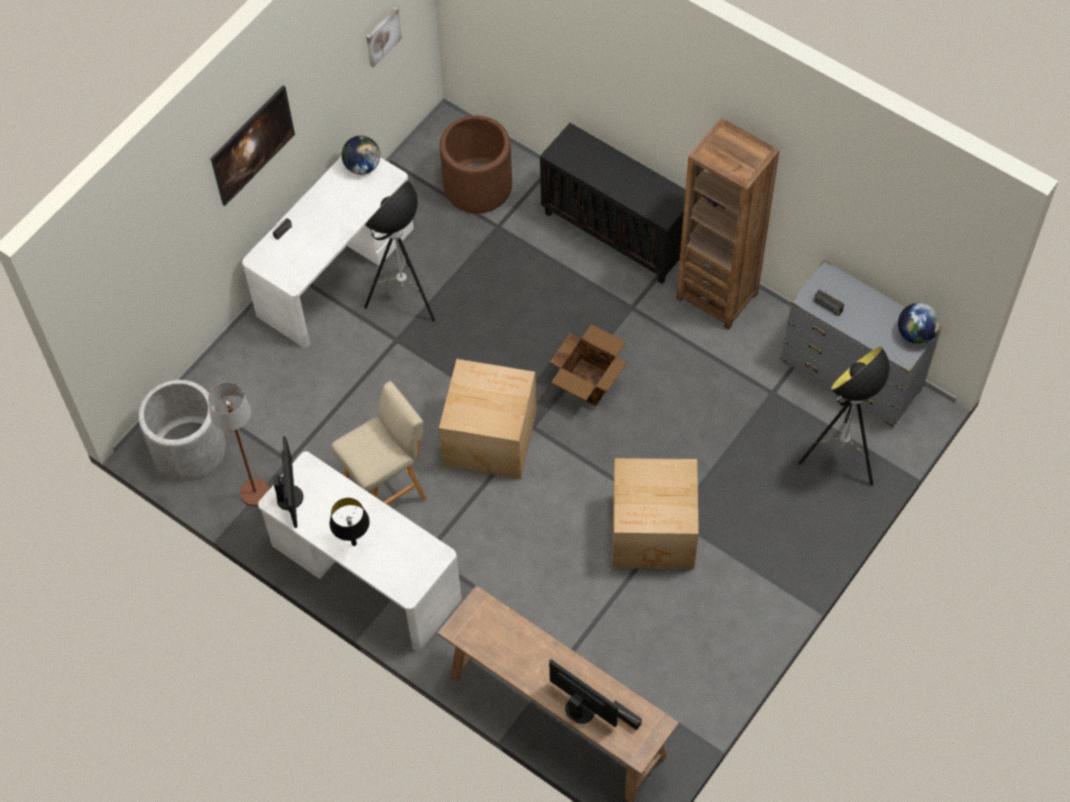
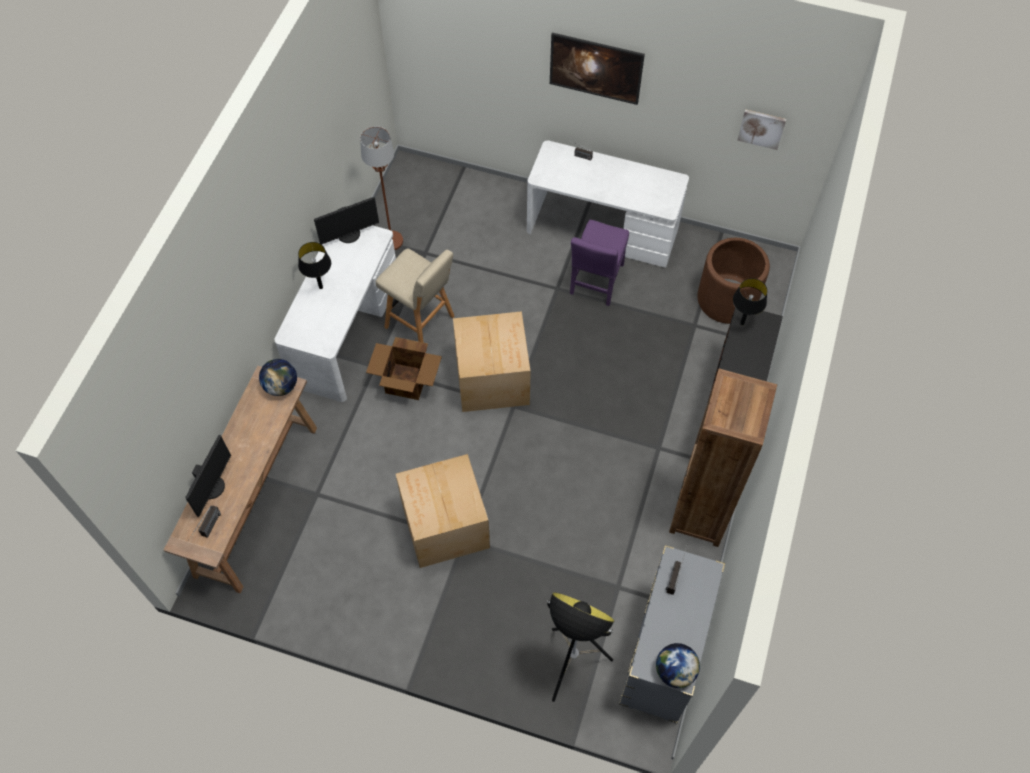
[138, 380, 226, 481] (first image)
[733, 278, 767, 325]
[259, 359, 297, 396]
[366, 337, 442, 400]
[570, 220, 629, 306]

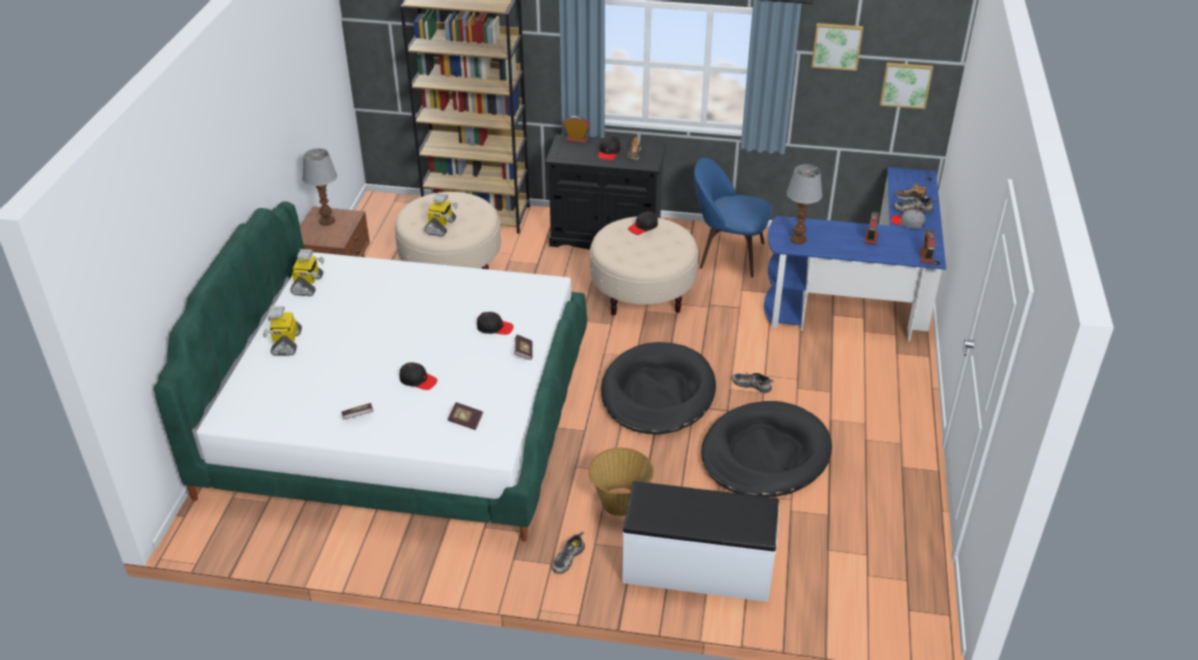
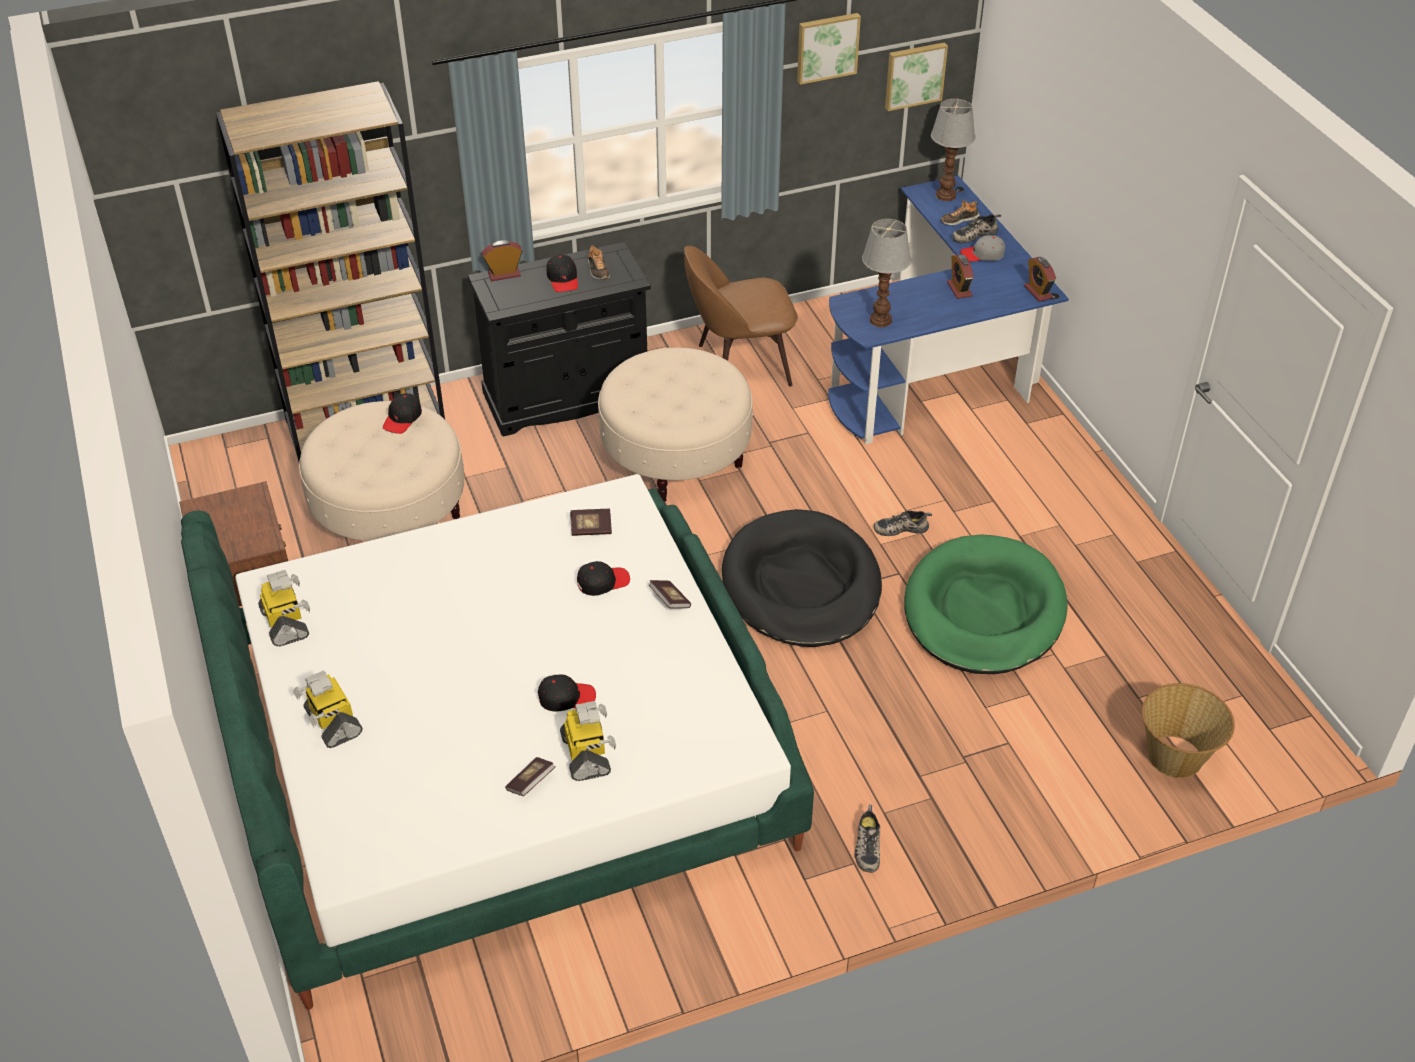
[622, 481, 779, 602] (first image)
[931, 99, 975, 201]
[560, 701, 616, 781]
[570, 509, 612, 536]
[1142, 683, 1235, 778]
[383, 393, 422, 434]
[684, 246, 798, 387]
[904, 534, 1068, 674]

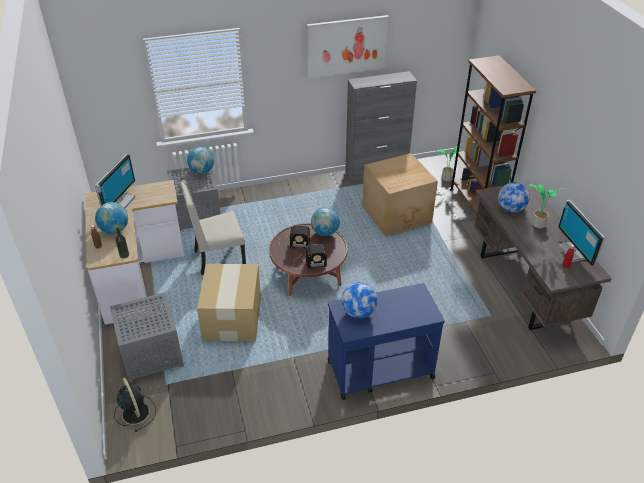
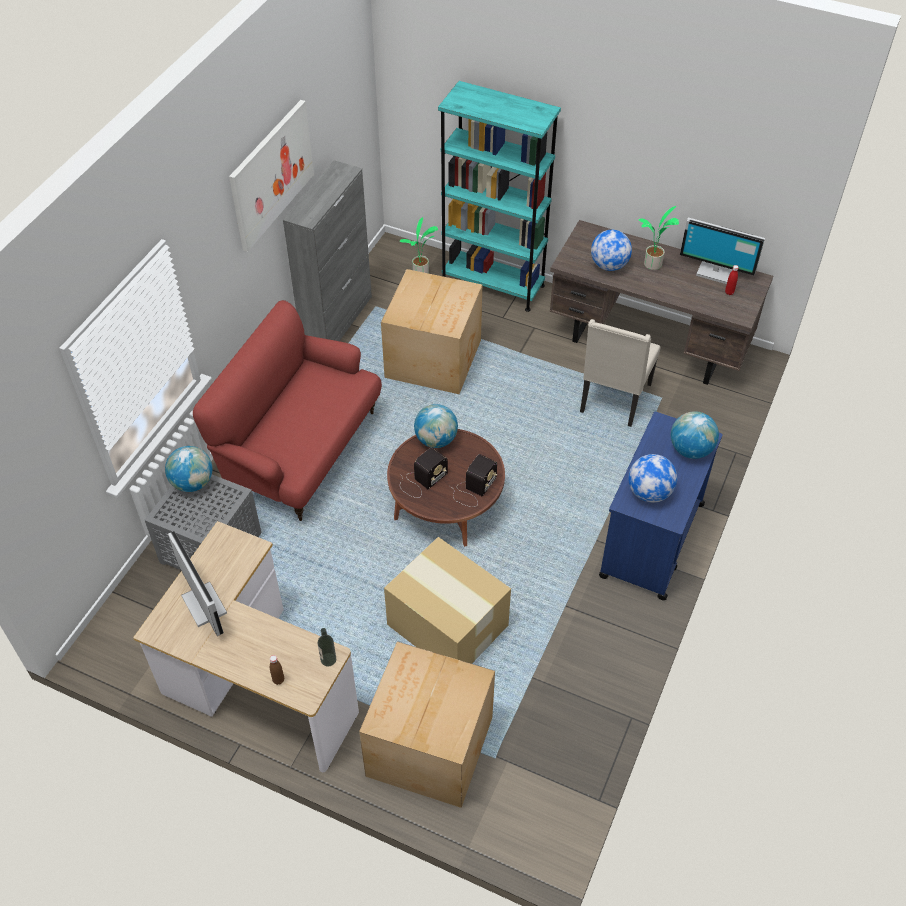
[114, 378, 156, 432] (first image)
[193, 300, 382, 521]
[671, 411, 719, 459]
[580, 319, 661, 427]
[359, 642, 495, 808]
[438, 81, 561, 312]

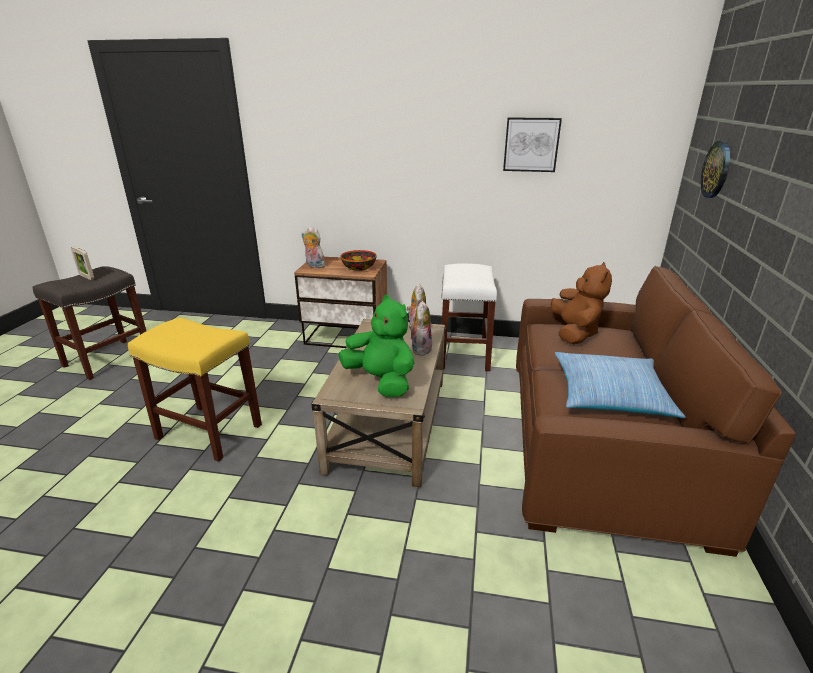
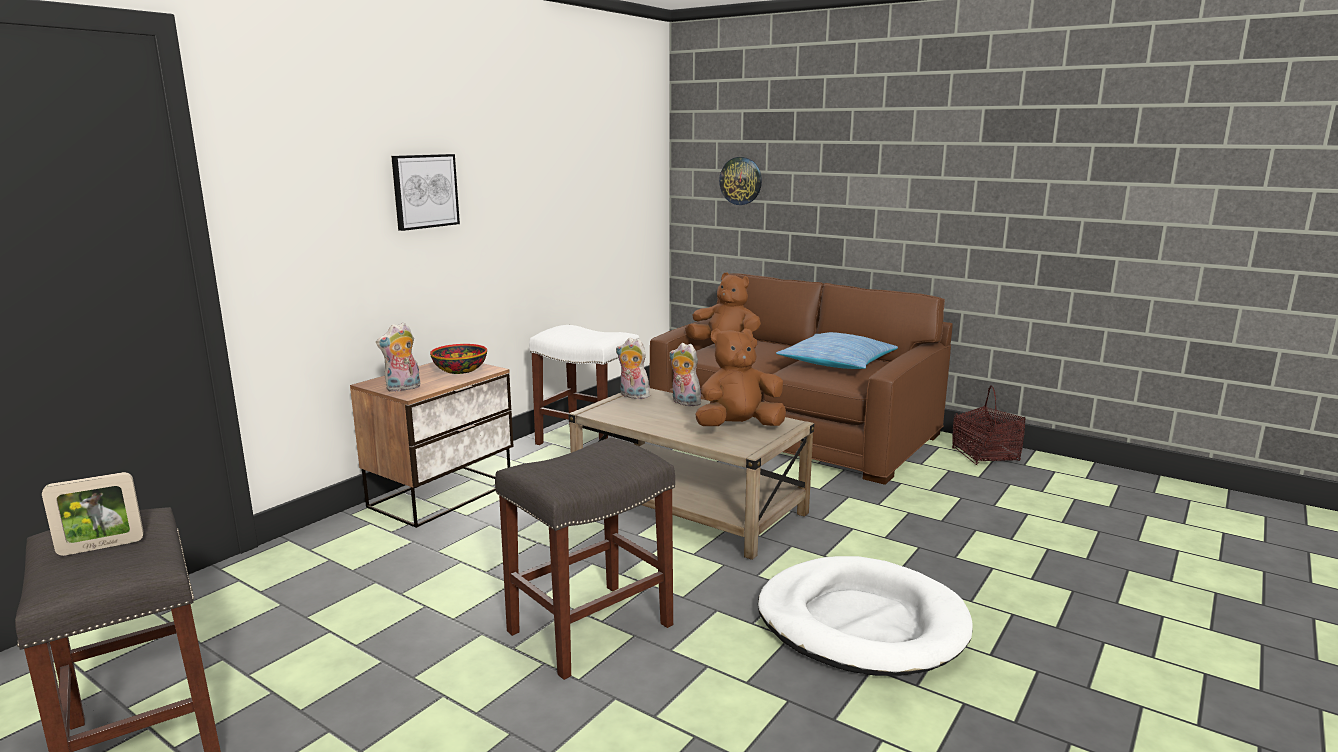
[758, 556, 973, 676]
[952, 386, 1025, 465]
[391, 154, 460, 231]
[495, 438, 675, 680]
[696, 328, 786, 426]

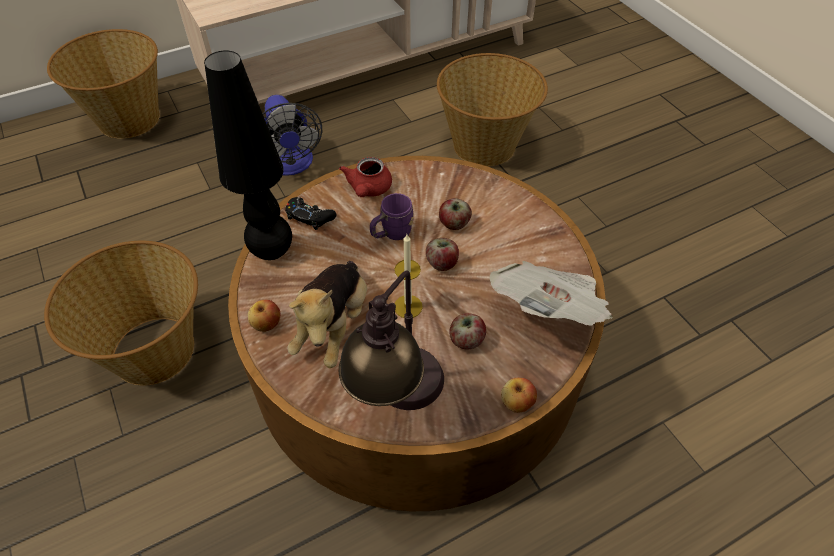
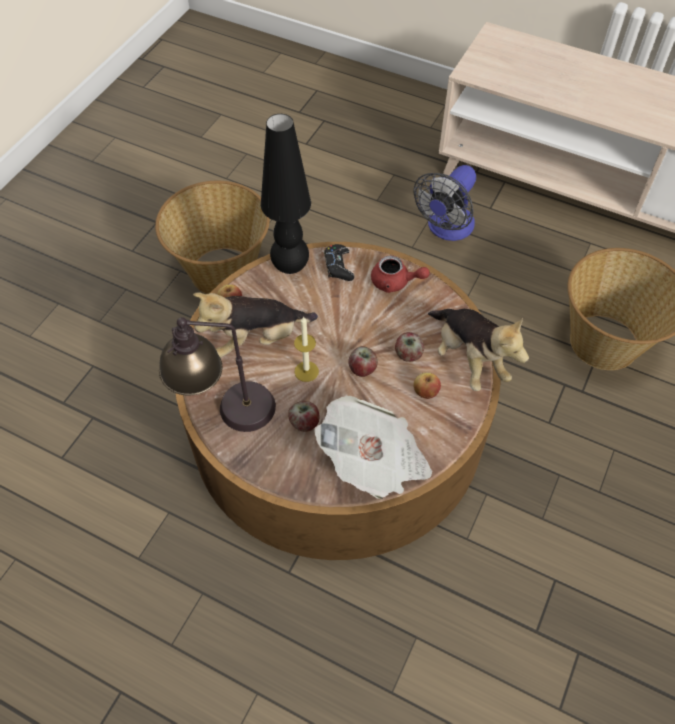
[47, 29, 160, 139] (first image)
[370, 193, 414, 240] (first image)
[428, 309, 529, 391]
[413, 372, 441, 399]
[371, 256, 430, 293]

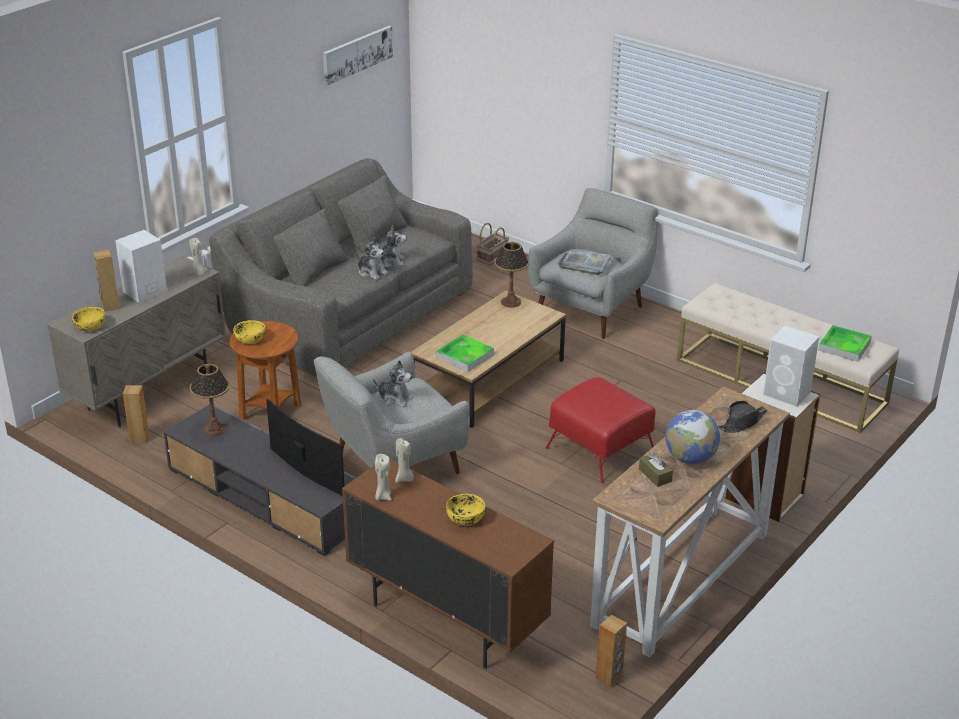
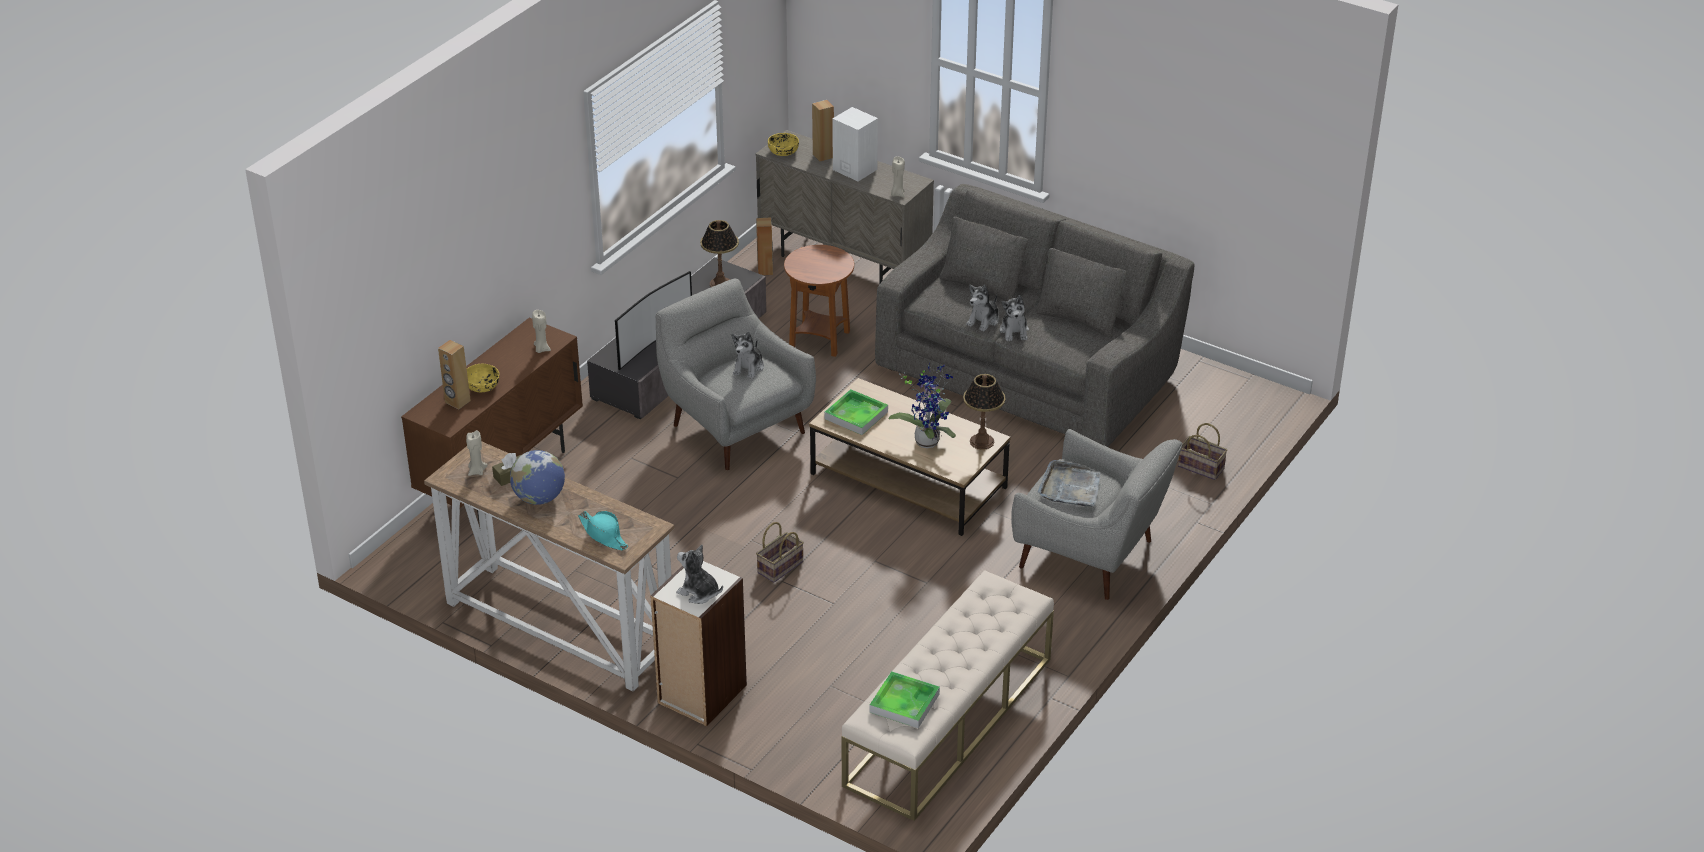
[233, 320, 265, 344] (first image)
[323, 26, 393, 85] (first image)
[889, 363, 956, 448]
[466, 430, 488, 476]
[438, 340, 471, 409]
[756, 522, 804, 582]
[676, 545, 723, 604]
[578, 511, 628, 550]

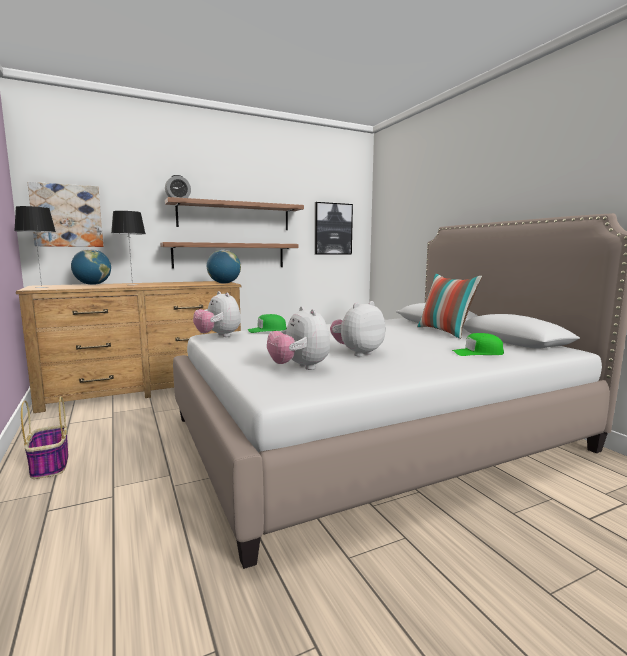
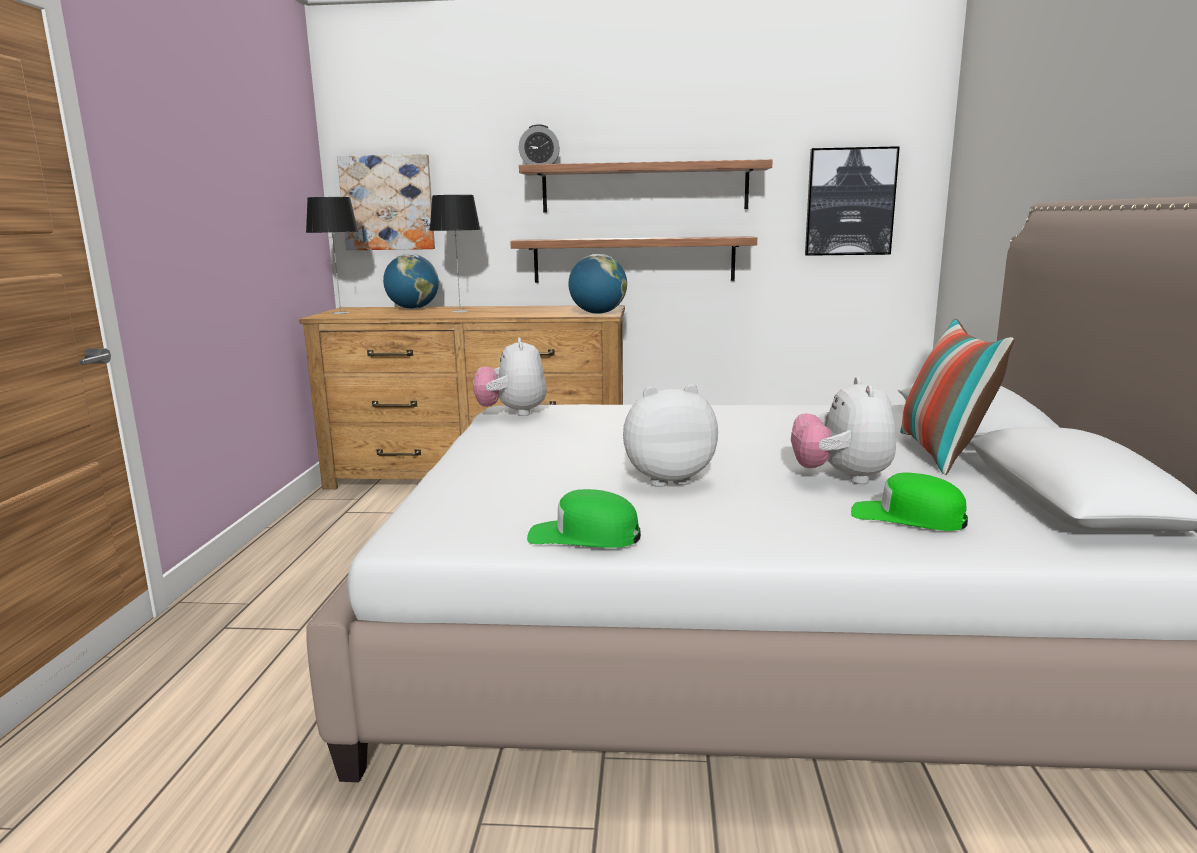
[21, 396, 68, 479] (first image)
[527, 489, 641, 548]
[791, 377, 896, 484]

